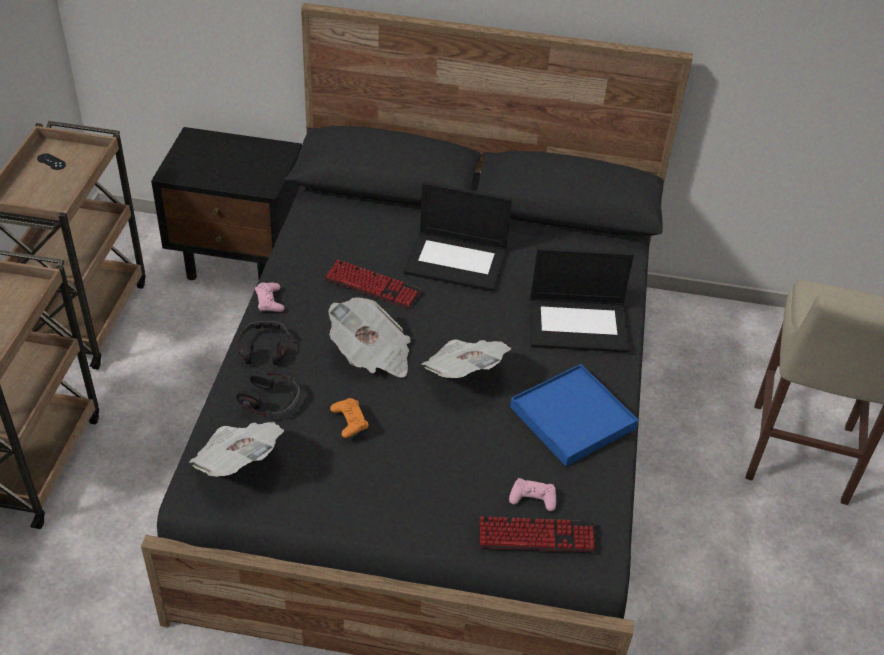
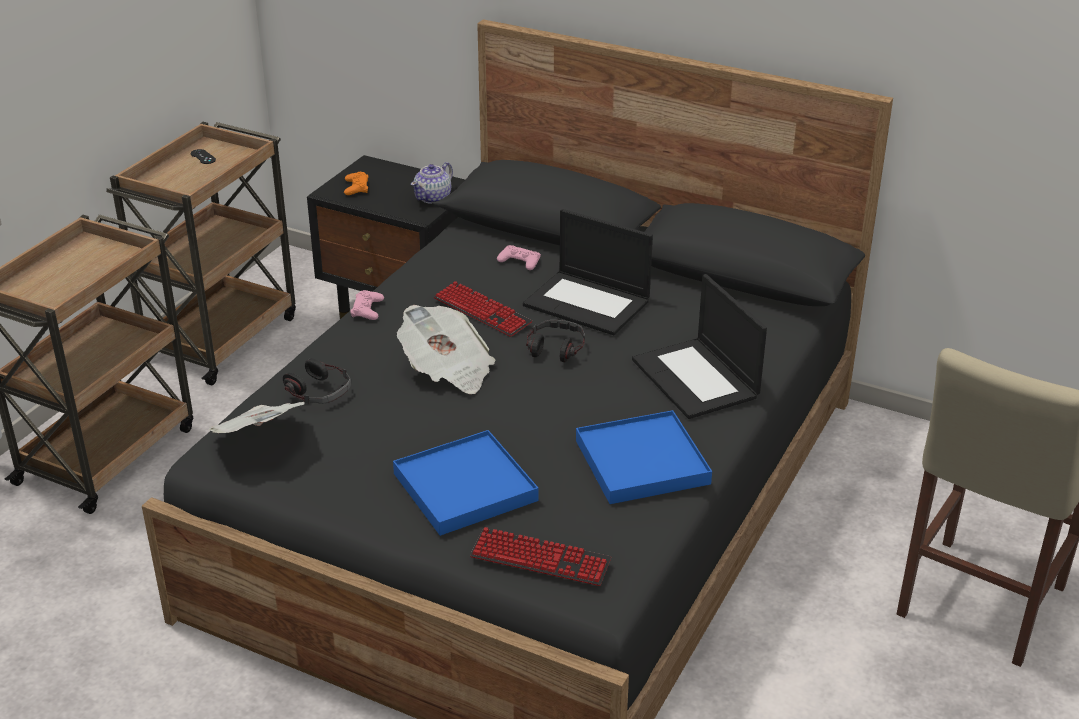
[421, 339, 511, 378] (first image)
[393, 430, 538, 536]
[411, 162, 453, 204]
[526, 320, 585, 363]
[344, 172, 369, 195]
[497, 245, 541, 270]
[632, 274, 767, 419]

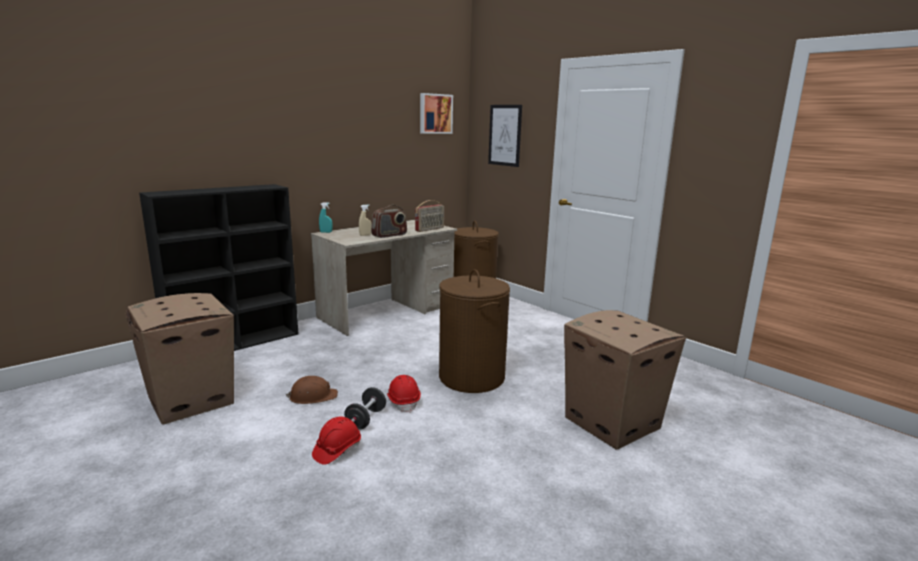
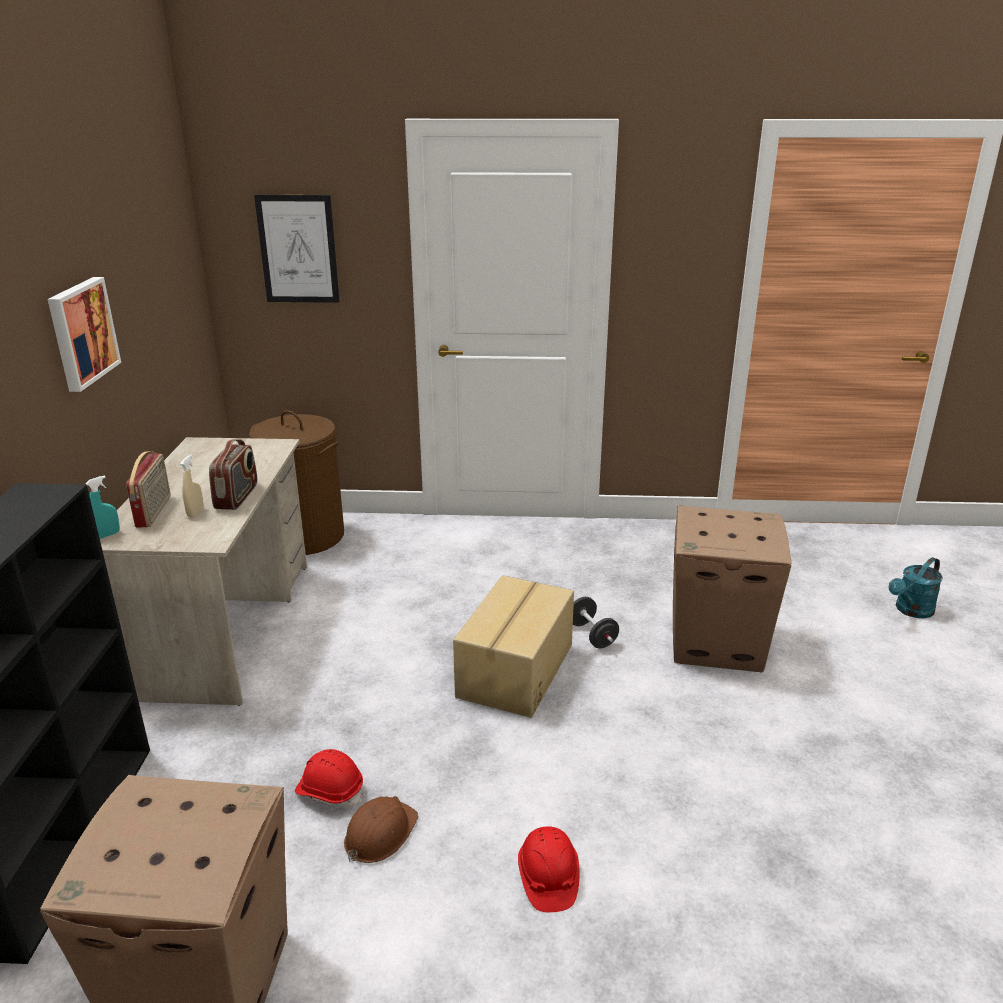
[888, 557, 943, 618]
[573, 597, 619, 648]
[295, 749, 363, 808]
[126, 451, 171, 527]
[48, 277, 121, 392]
[453, 575, 574, 718]

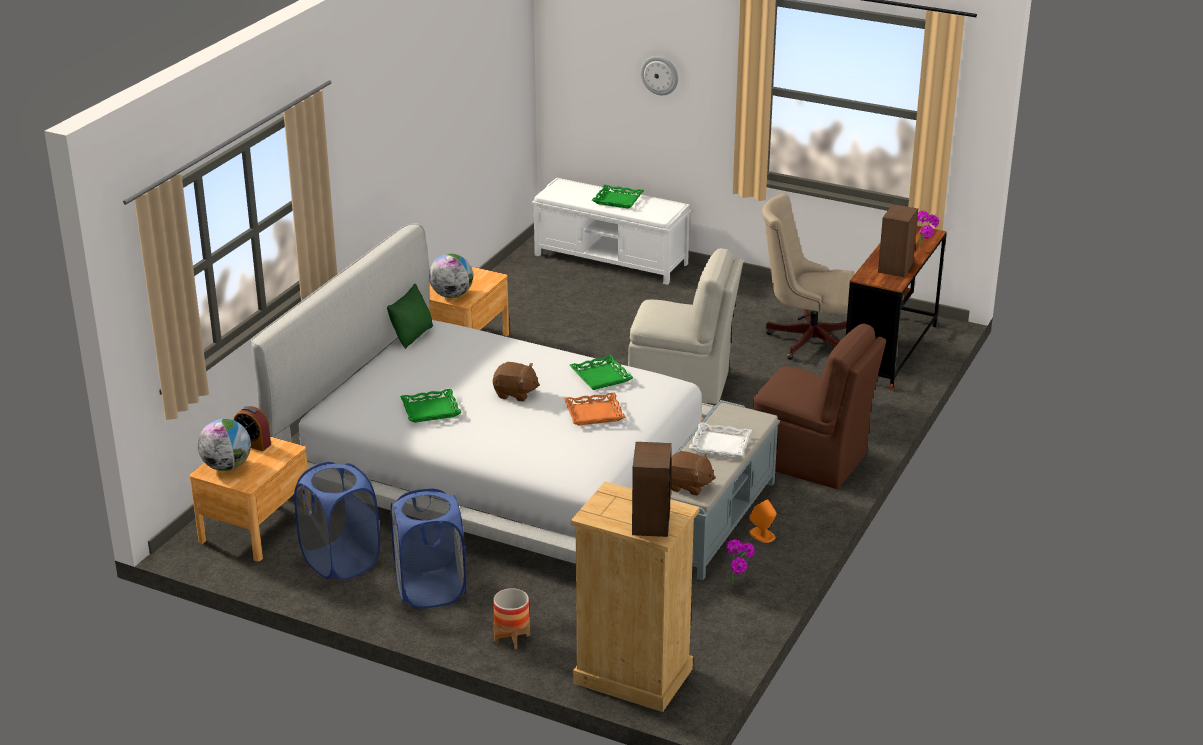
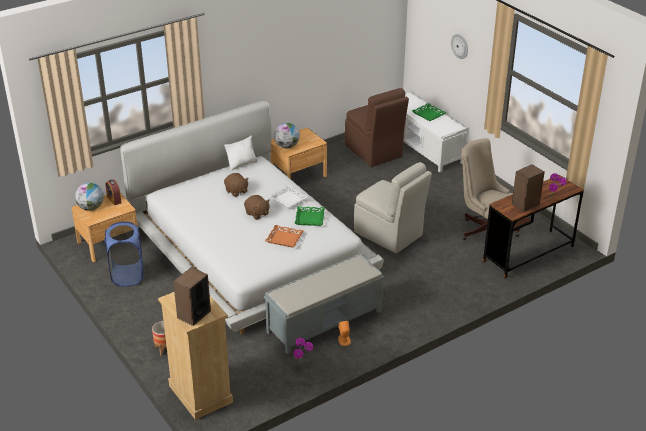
[391, 488, 466, 609] (first image)
[400, 389, 462, 423] (first image)
[224, 173, 249, 197]
[269, 185, 308, 208]
[345, 88, 409, 167]
[224, 136, 257, 170]

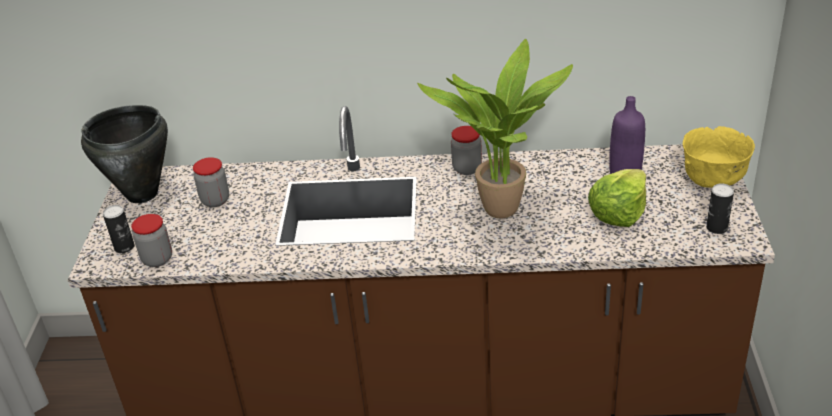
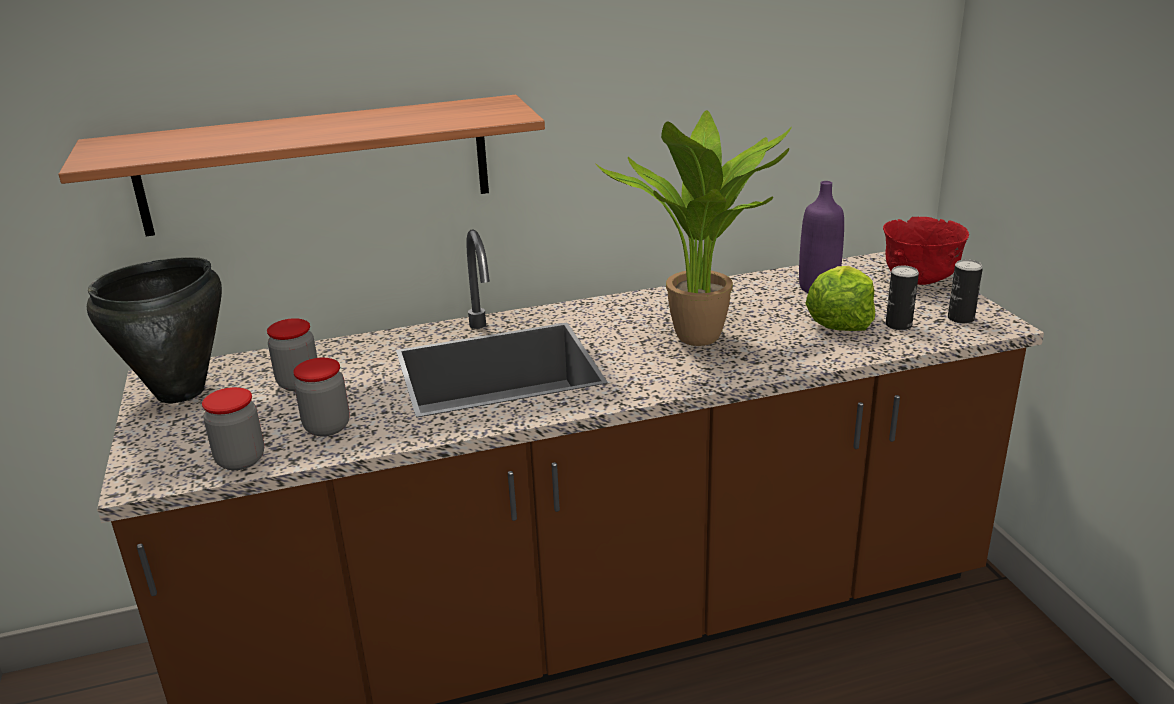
[58, 95, 545, 236]
[885, 266, 919, 330]
[293, 358, 350, 436]
[883, 217, 969, 285]

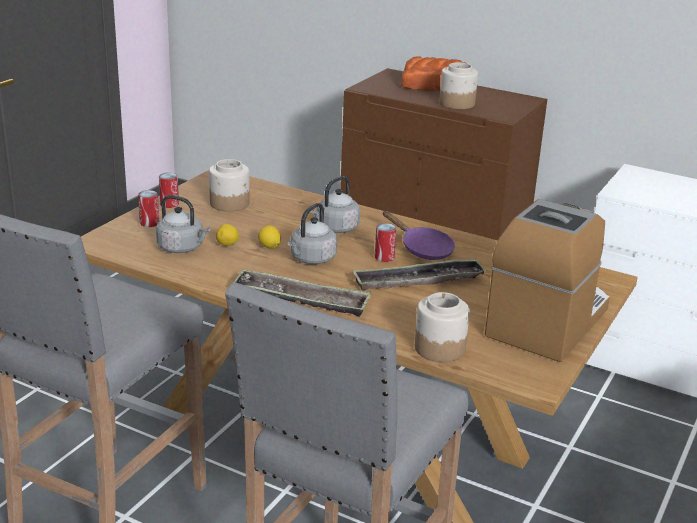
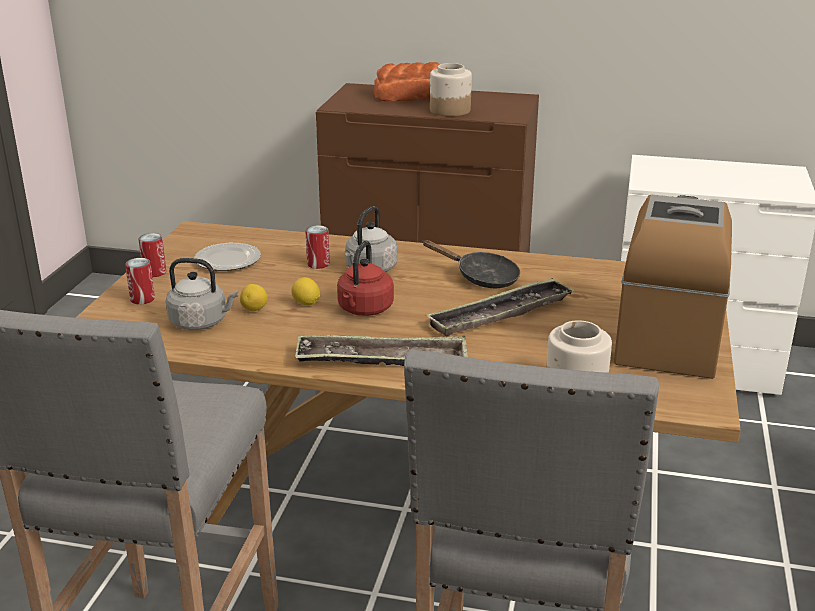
[305, 225, 330, 269]
[194, 243, 261, 271]
[337, 241, 394, 316]
[422, 240, 520, 288]

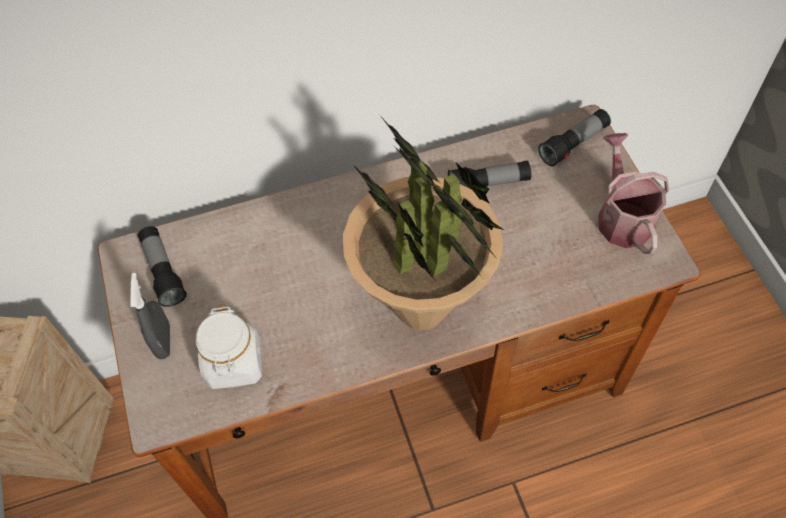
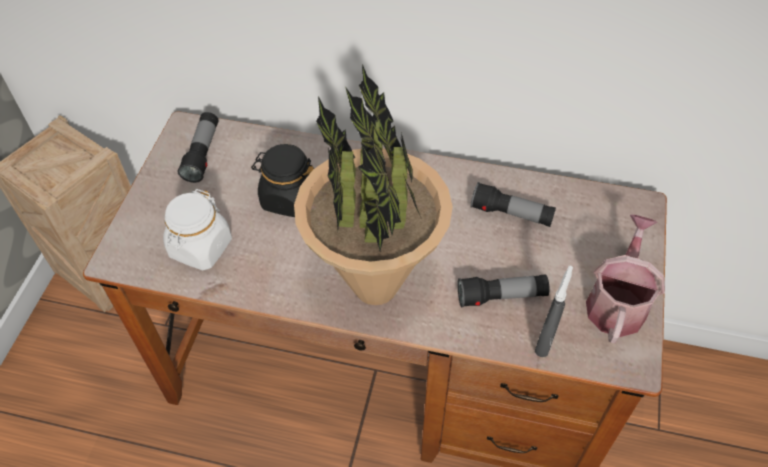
[251, 144, 314, 217]
[535, 266, 573, 357]
[458, 274, 549, 307]

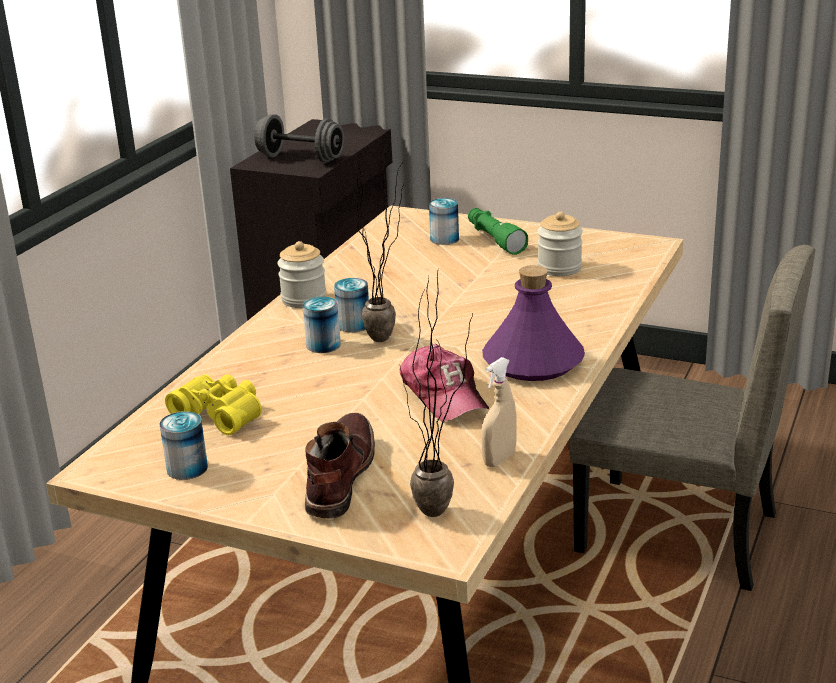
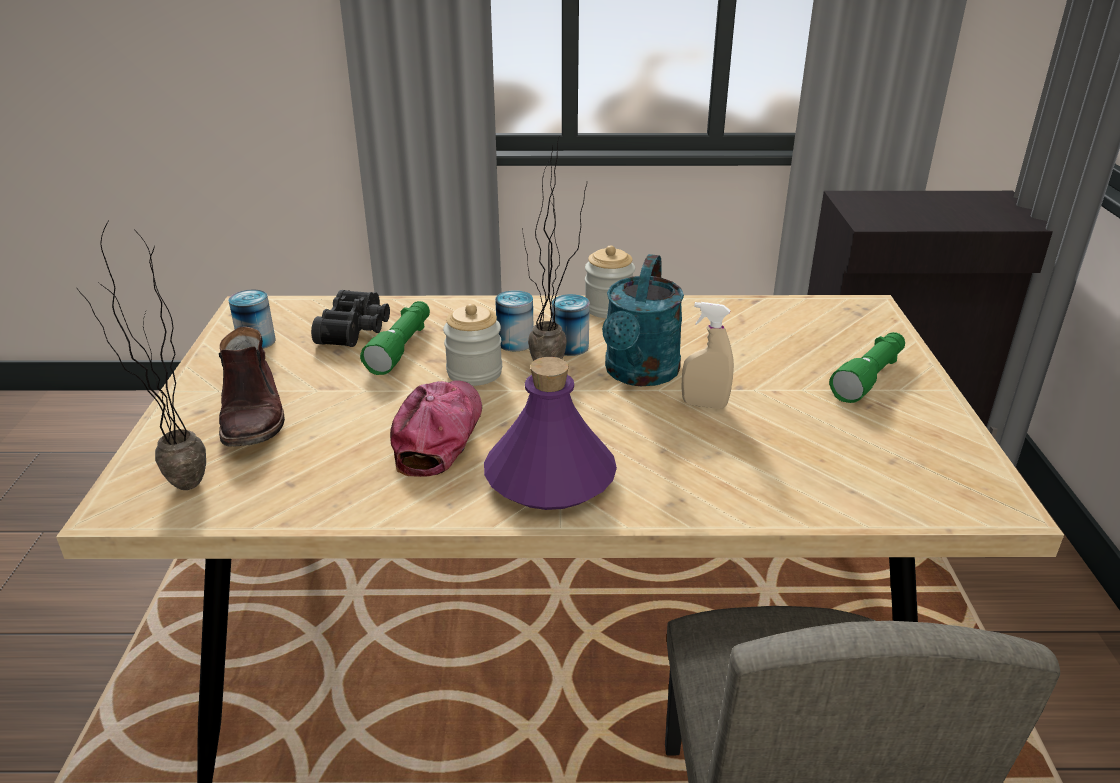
[254, 114, 344, 162] (first image)
[429, 198, 459, 245] (first image)
[360, 301, 430, 375]
[602, 254, 684, 386]
[681, 302, 734, 409]
[443, 304, 502, 386]
[311, 290, 390, 347]
[219, 326, 285, 447]
[390, 380, 482, 477]

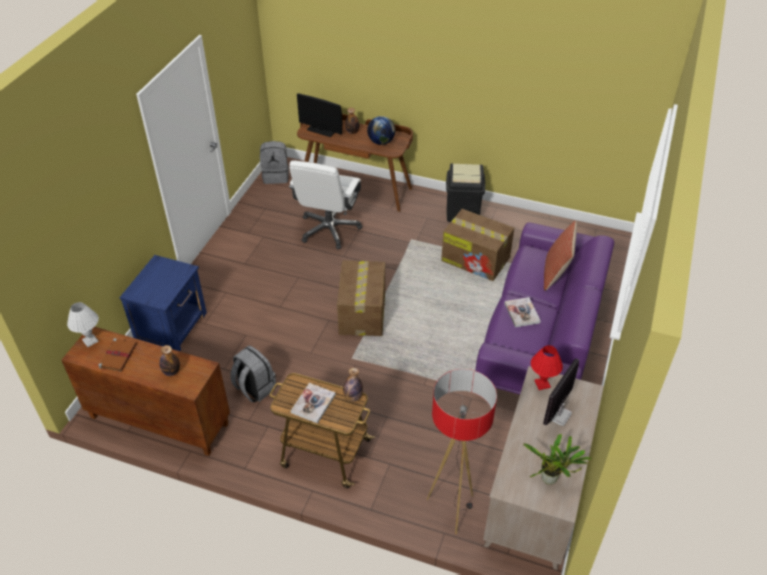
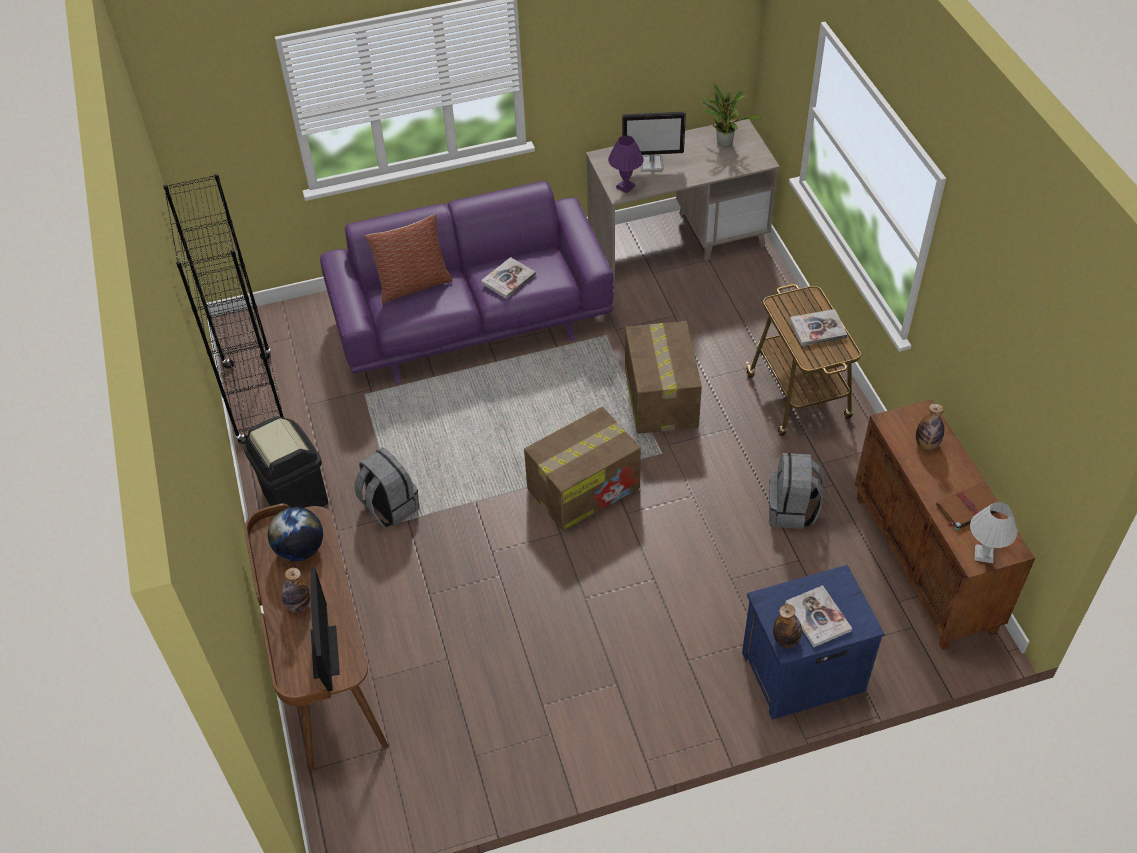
[289, 160, 362, 249] (first image)
[427, 369, 497, 534] (first image)
[163, 174, 284, 444]
[785, 585, 852, 647]
[355, 448, 419, 527]
[773, 604, 802, 648]
[625, 321, 702, 434]
[608, 135, 644, 193]

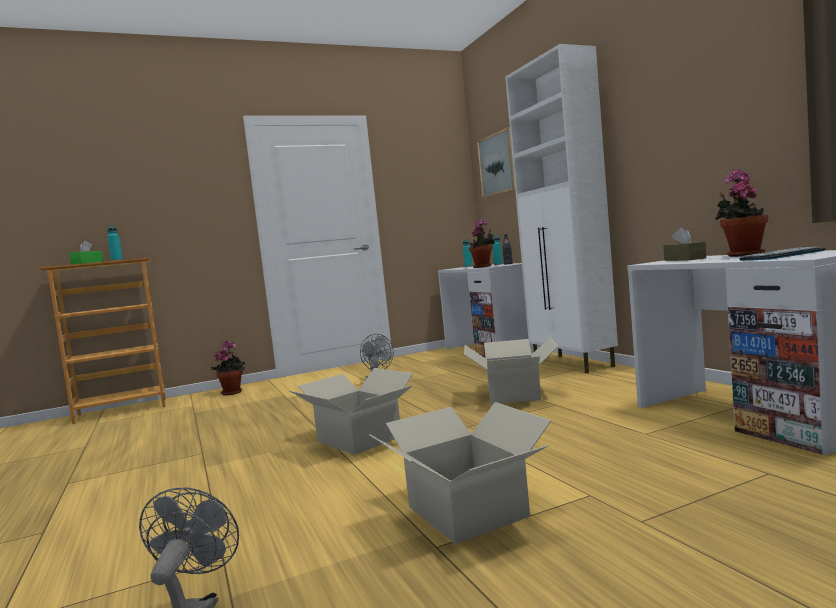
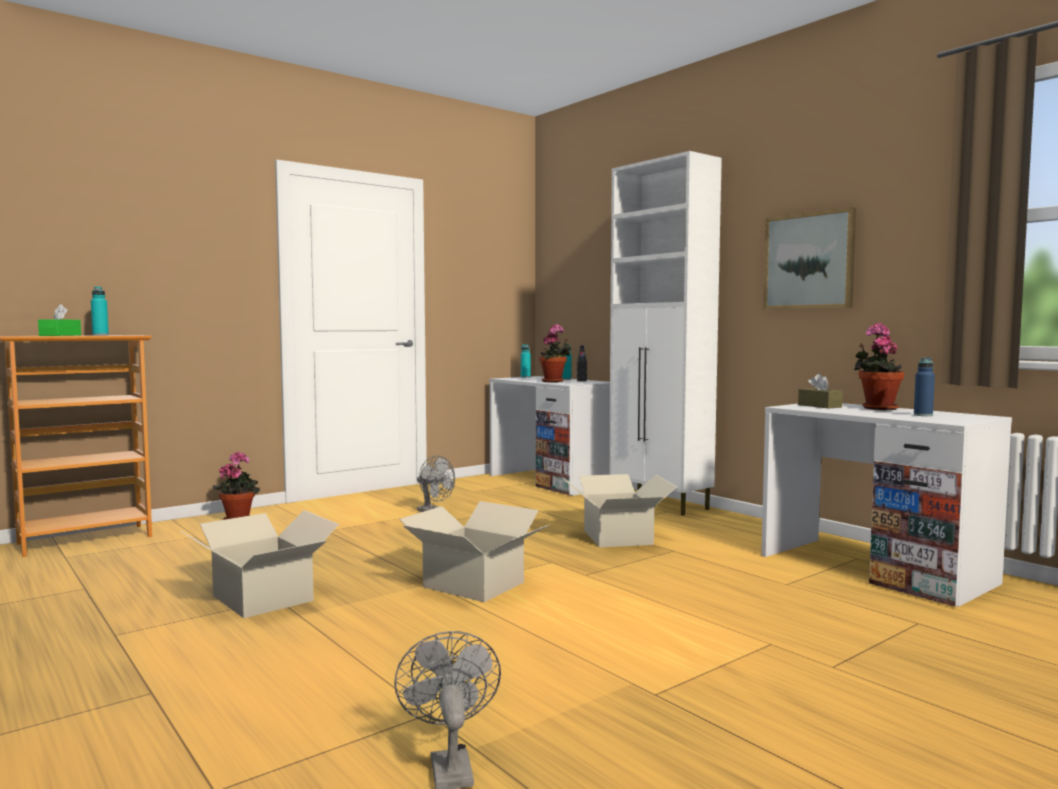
[180, 510, 339, 618]
[763, 207, 856, 310]
[914, 357, 935, 416]

